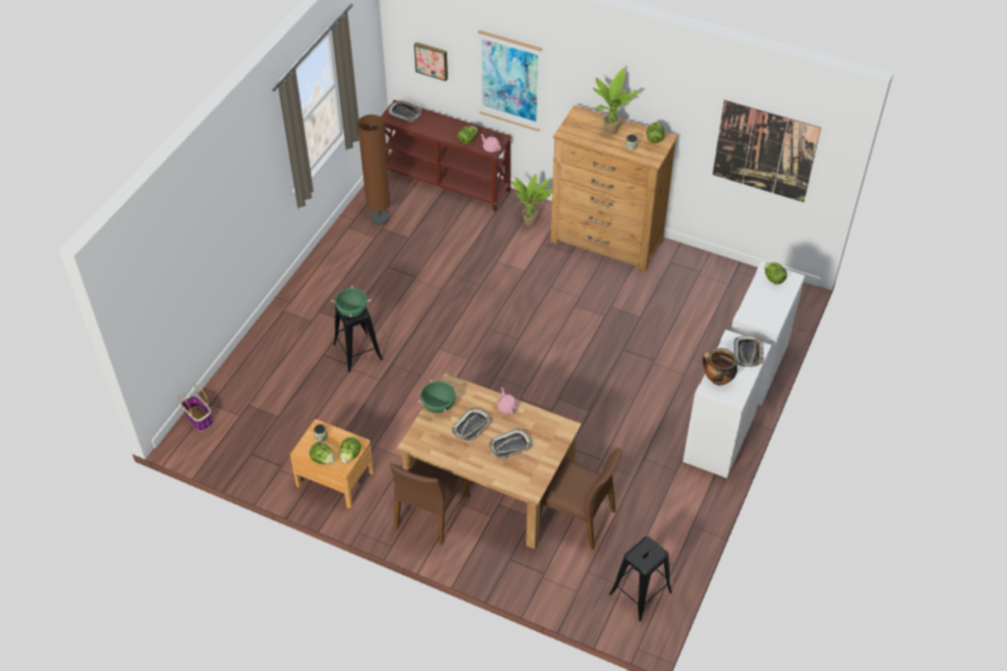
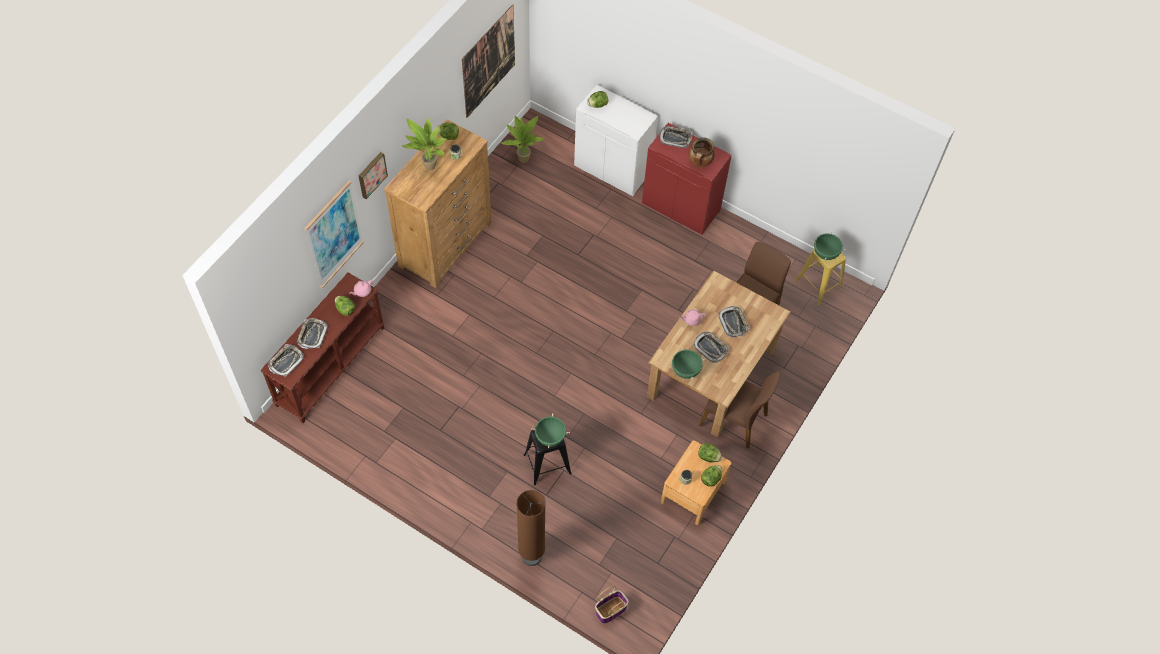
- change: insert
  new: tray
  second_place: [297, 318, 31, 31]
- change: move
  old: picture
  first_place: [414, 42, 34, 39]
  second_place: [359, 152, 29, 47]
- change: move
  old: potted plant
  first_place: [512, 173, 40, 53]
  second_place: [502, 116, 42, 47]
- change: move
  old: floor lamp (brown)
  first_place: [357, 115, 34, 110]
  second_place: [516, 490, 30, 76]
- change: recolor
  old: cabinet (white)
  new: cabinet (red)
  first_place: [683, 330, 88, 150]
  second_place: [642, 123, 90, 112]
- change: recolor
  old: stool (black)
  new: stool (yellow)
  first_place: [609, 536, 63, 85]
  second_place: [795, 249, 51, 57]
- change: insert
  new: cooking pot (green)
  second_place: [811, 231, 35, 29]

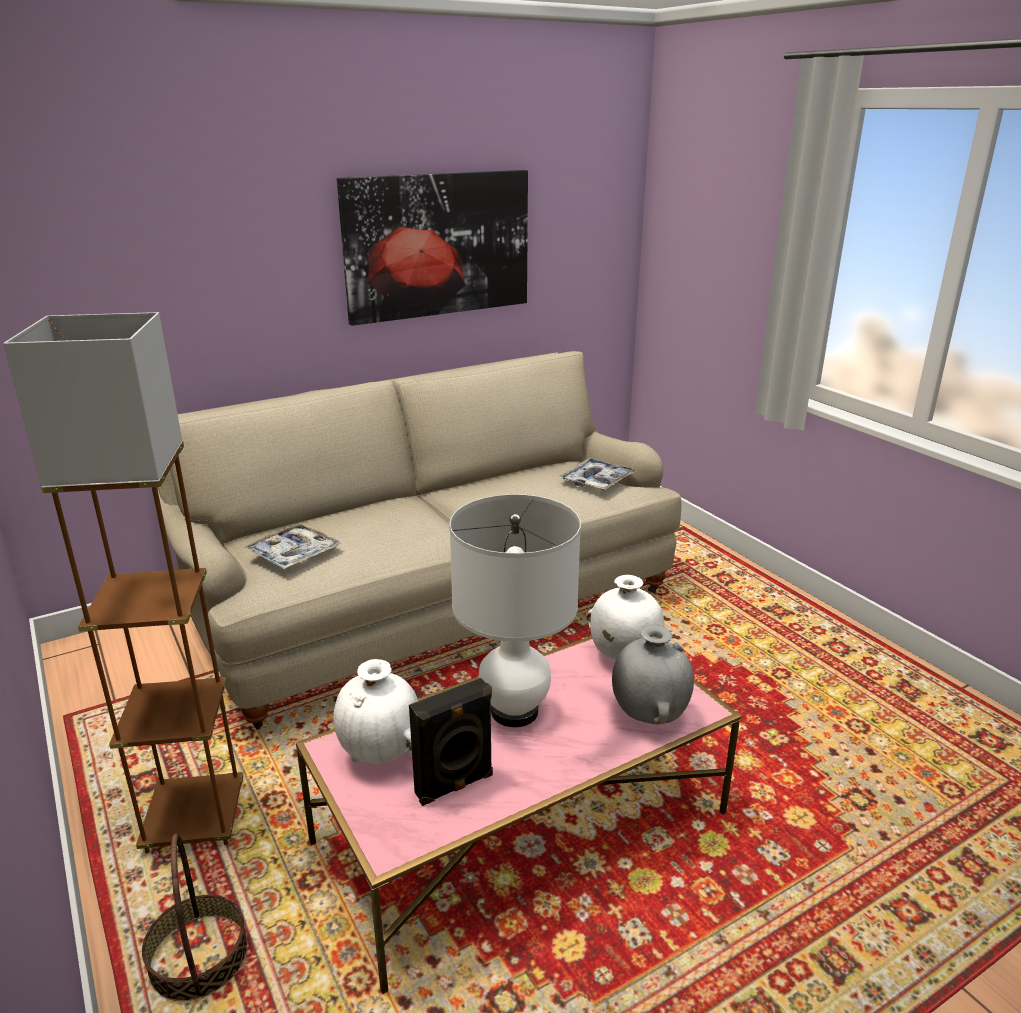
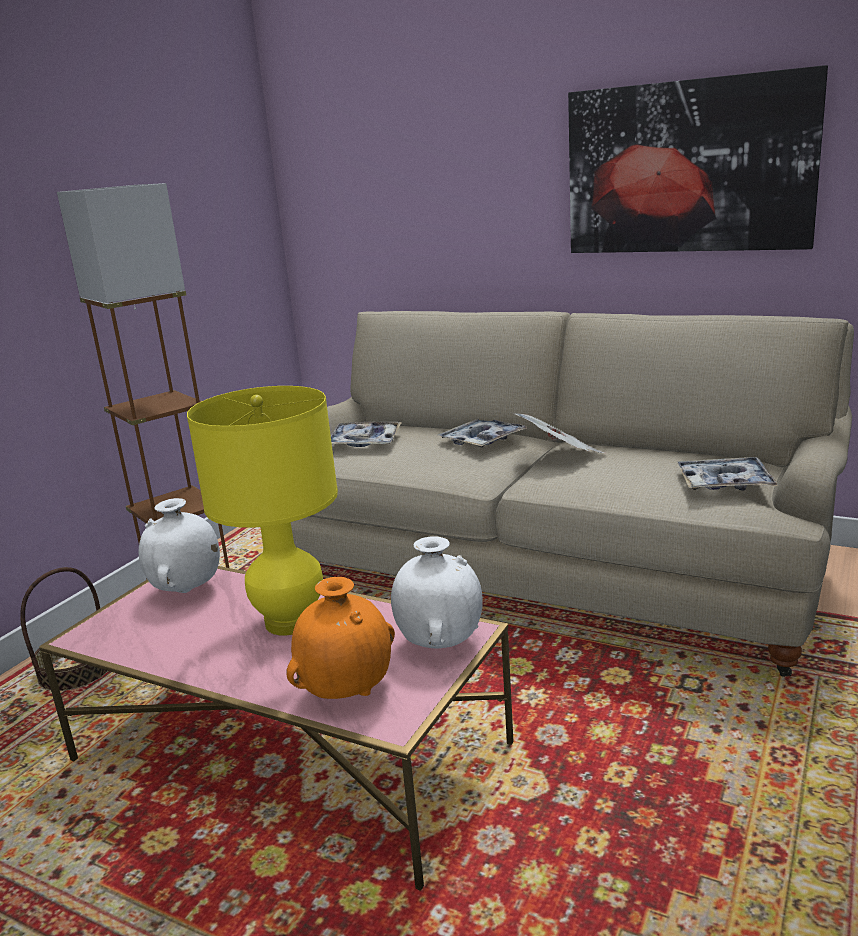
- change: recolor
  old: table lamp (white)
  new: table lamp (yellow)
  first_place: [449, 494, 132, 233]
  second_place: [187, 386, 151, 249]
- change: recolor
  old: vase (grey)
  new: vase (orange)
  first_place: [612, 626, 82, 98]
  second_place: [286, 577, 109, 122]
- change: insert
  new: tray
  second_place: [438, 419, 90, 28]
- change: insert
  new: newspaper
  second_place: [512, 413, 93, 40]
- change: delete
  old: speaker (black)
  first_place: [409, 678, 84, 128]

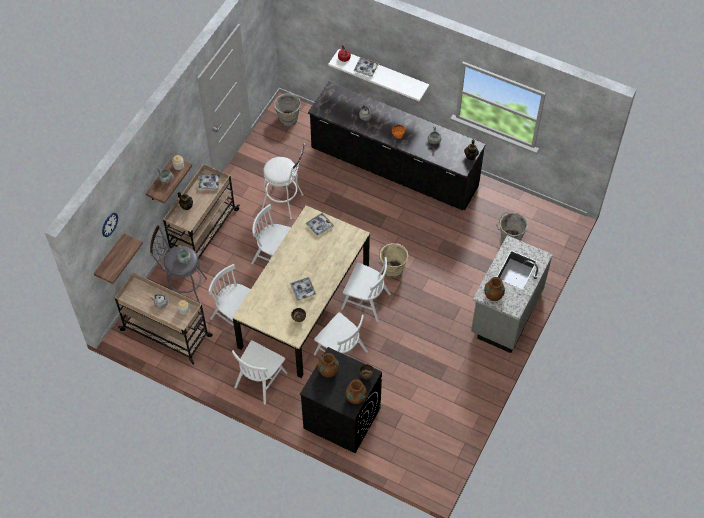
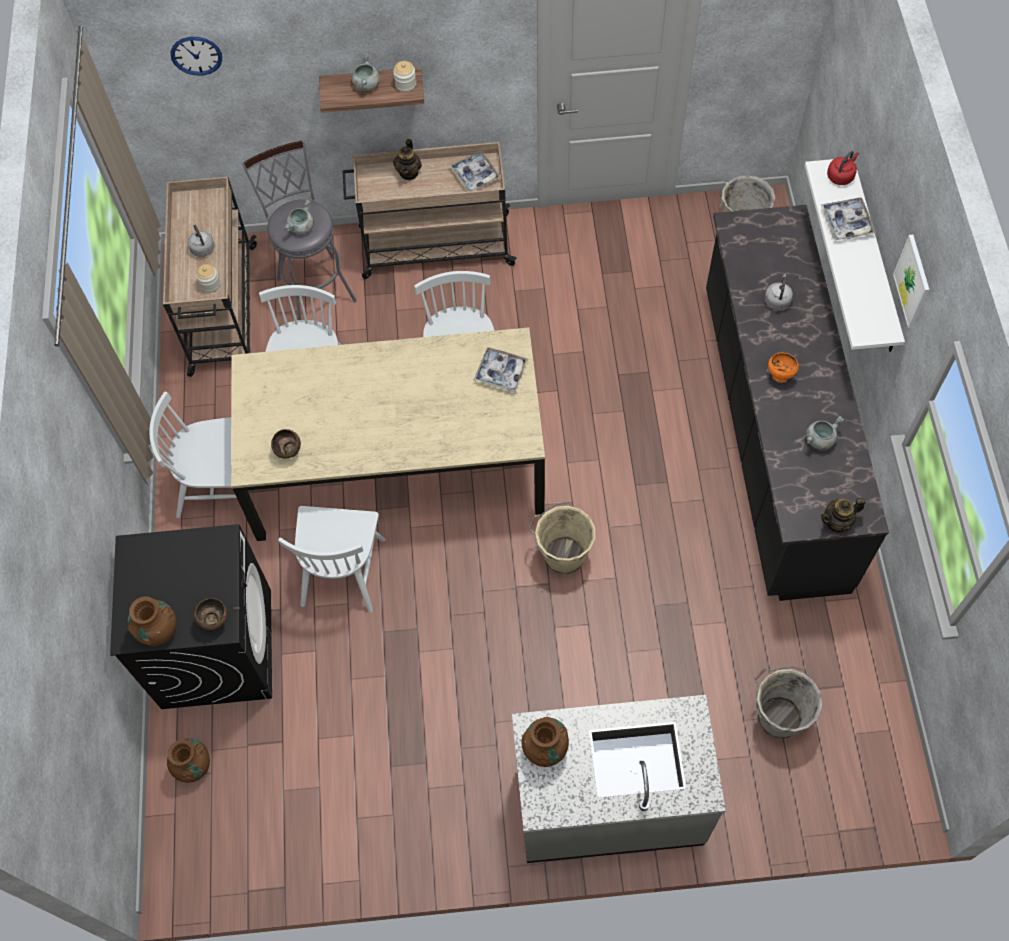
- change: move
  old: vase (brown)
  first_place: [318, 353, 21, 24]
  second_place: [167, 738, 43, 45]
- change: insert
  new: picture
  second_place: [893, 235, 36, 93]
- change: delete
  old: shelf
  first_place: [94, 233, 49, 51]
- change: delete
  old: stool (white)
  first_place: [261, 143, 44, 76]
- change: delete
  old: tray
  first_place: [290, 277, 27, 24]
- change: delete
  old: chair (white)
  first_place: [341, 257, 50, 65]

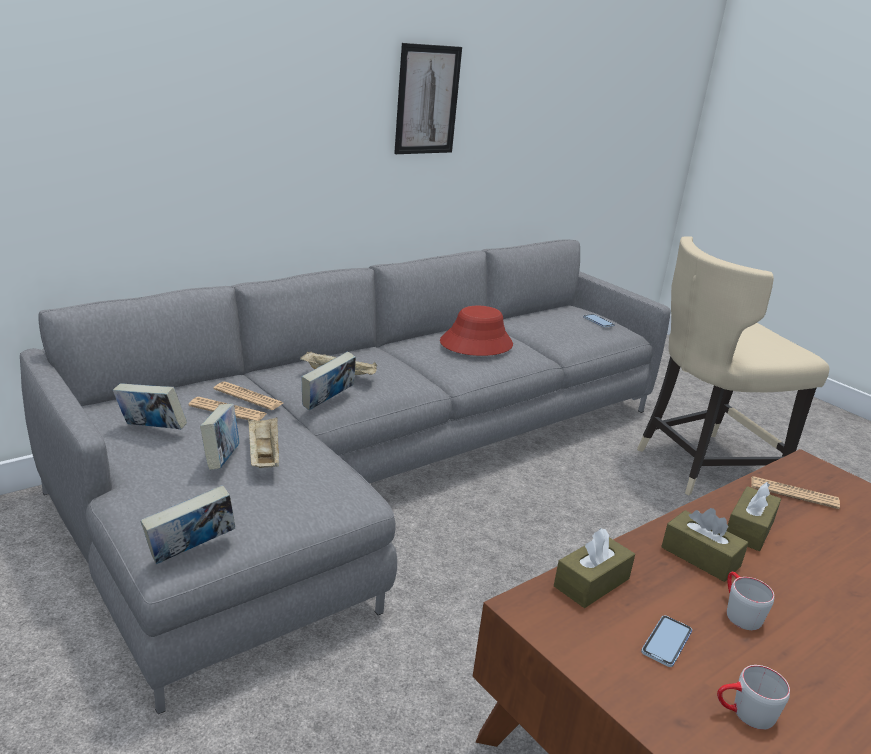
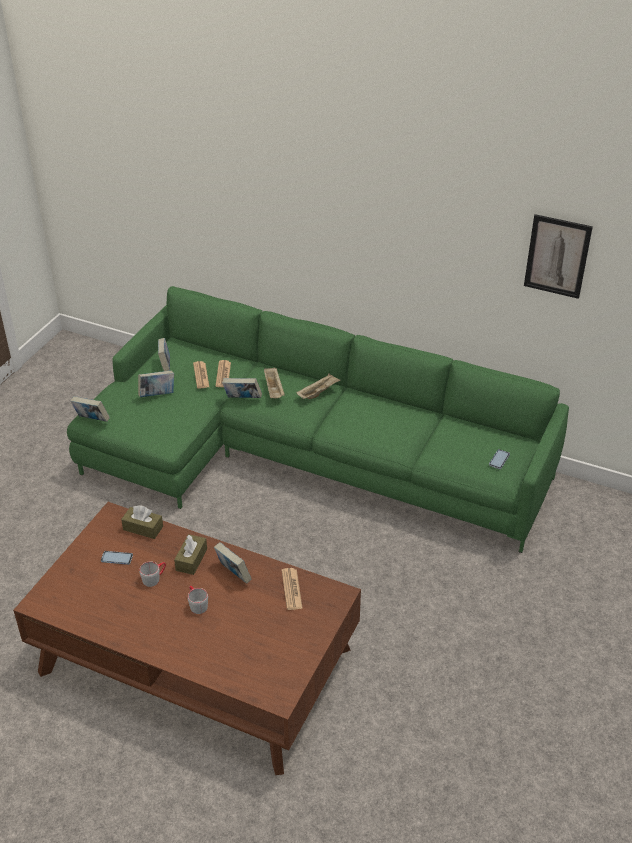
- change: recolor
  old: sofa (grey)
  new: sofa (green)
  first_place: [20, 239, 651, 475]
  second_place: [67, 286, 502, 267]
- change: move
  old: mug (grey)
  first_place: [717, 665, 73, 65]
  second_place: [188, 586, 20, 28]
- change: replace
  old: tissue box (brown)
  new: book
  first_place: [727, 482, 54, 69]
  second_place: [214, 542, 37, 42]
- change: move
  old: tray (beige)
  first_place: [248, 417, 31, 51]
  second_place: [296, 373, 45, 26]
- change: move
  old: picture
  first_place: [394, 43, 68, 111]
  second_place: [524, 214, 69, 85]
- change: delete
  old: hat (red)
  first_place: [440, 306, 73, 50]
- change: delete
  old: chair (beige)
  first_place: [637, 237, 192, 259]

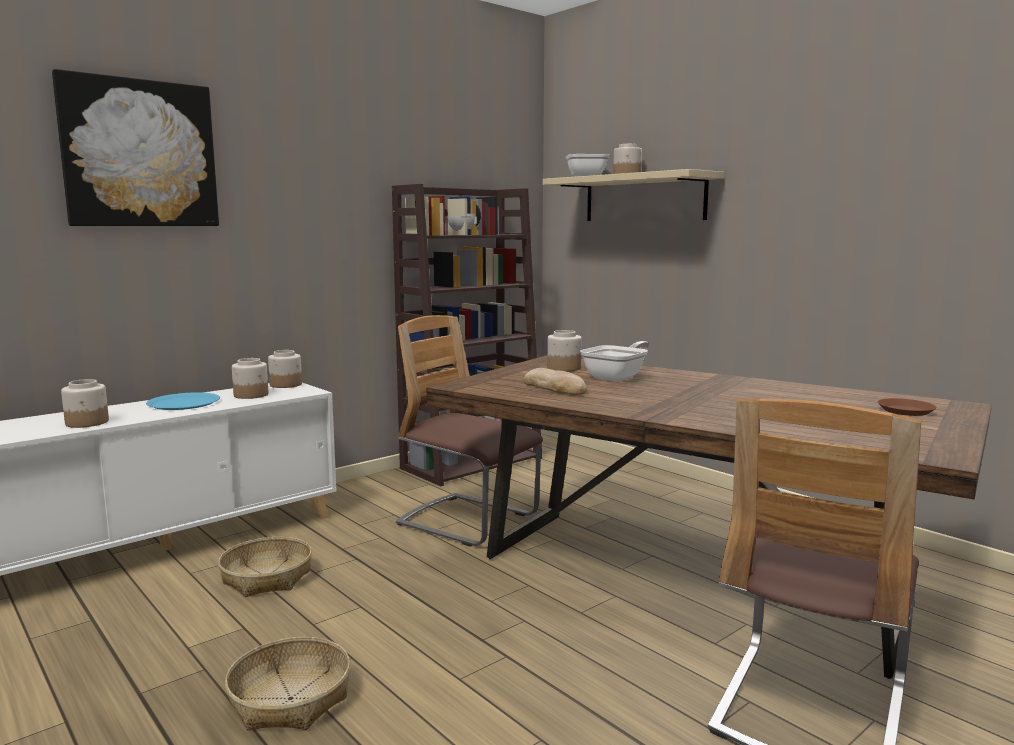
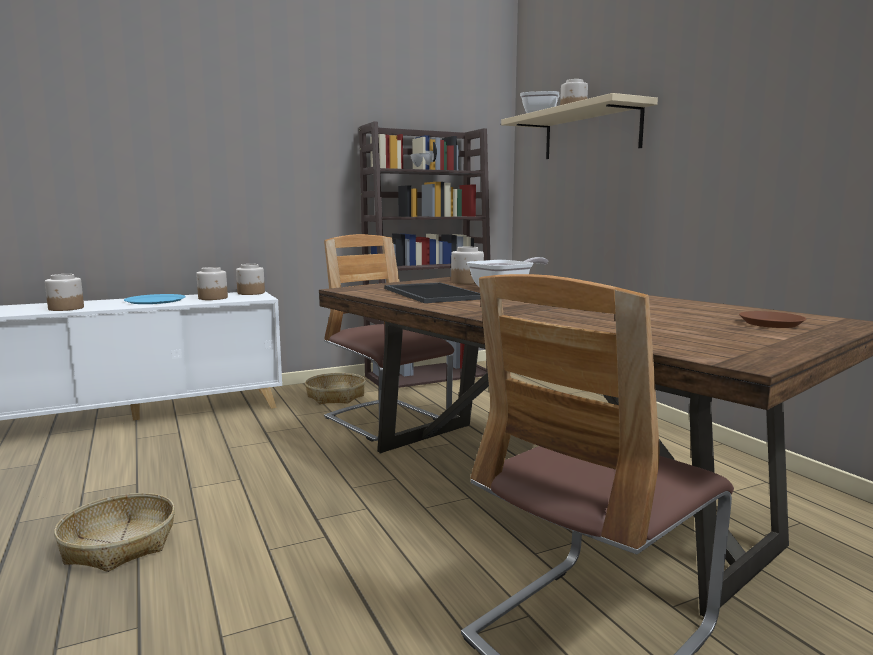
- change: move
  old: basket
  first_place: [218, 537, 94, 60]
  second_place: [305, 373, 61, 31]
- change: replace
  old: bread
  new: tray
  first_place: [523, 368, 64, 27]
  second_place: [385, 282, 96, 21]
- change: delete
  old: picture
  first_place: [52, 69, 167, 157]

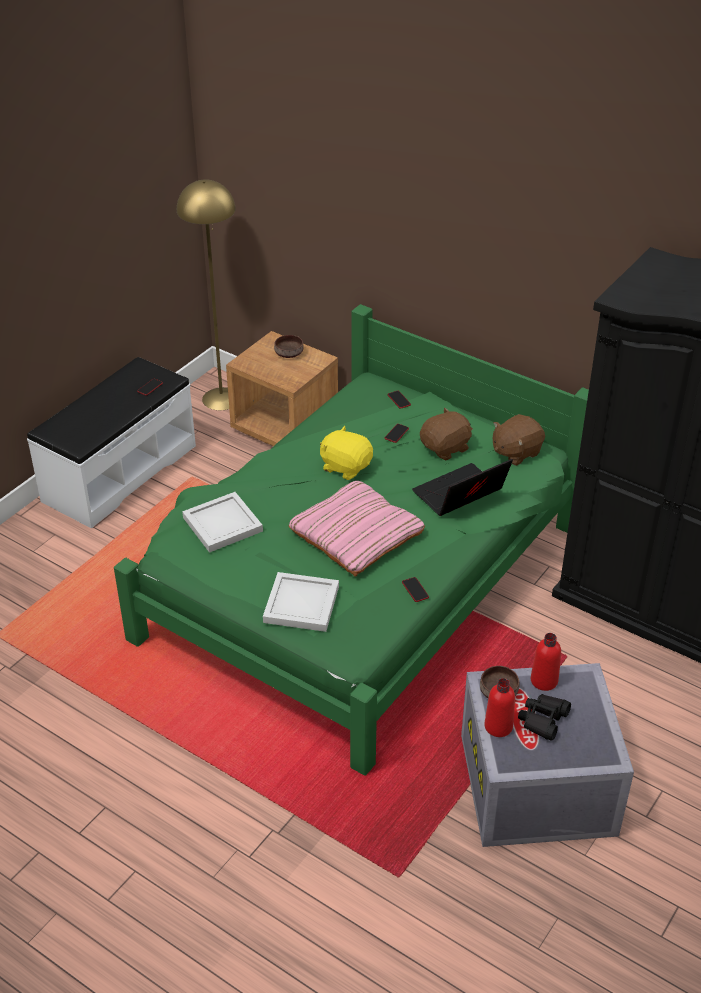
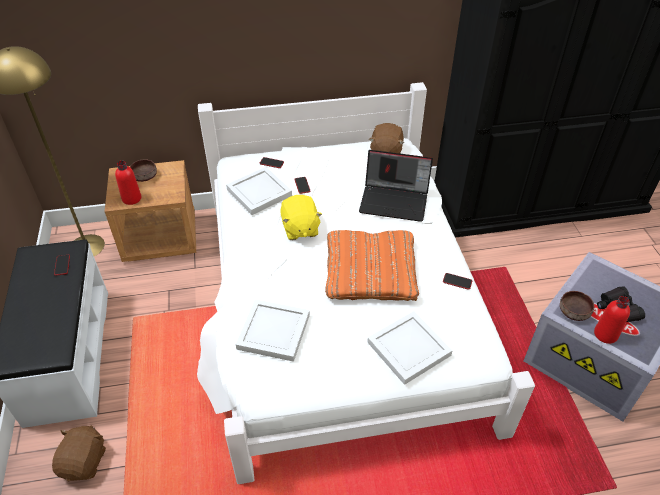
- change: move
  old: plush toy (brown)
  first_place: [420, 408, 53, 52]
  second_place: [52, 426, 54, 56]
- change: move
  old: bottle (red)
  first_place: [531, 633, 30, 58]
  second_place: [115, 161, 26, 44]
- change: recolor
  old: bed (green)
  new: bed (white)
  first_place: [114, 304, 475, 472]
  second_place: [197, 82, 338, 402]
- change: insert
  new: tray (white)
  second_place: [226, 167, 66, 48]
- change: rotate
  old: plush toy (yellow)
  first_place: [320, 426, 53, 54]
  second_place: [280, 195, 42, 45]
  degrees: -90
- change: recolor
  old: pillow (pink)
  new: pillow (orange)
  first_place: [289, 481, 136, 96]
  second_place: [325, 230, 94, 71]
- change: rotate
  old: laptop
  first_place: [412, 459, 101, 57]
  second_place: [359, 150, 74, 72]
  degrees: -90

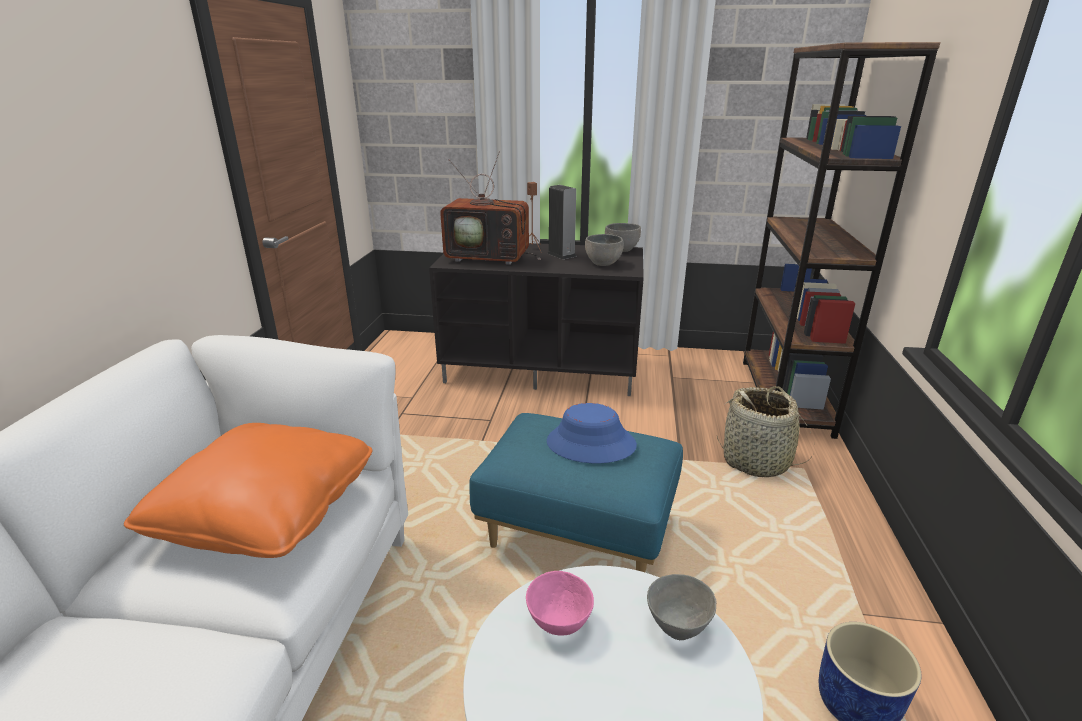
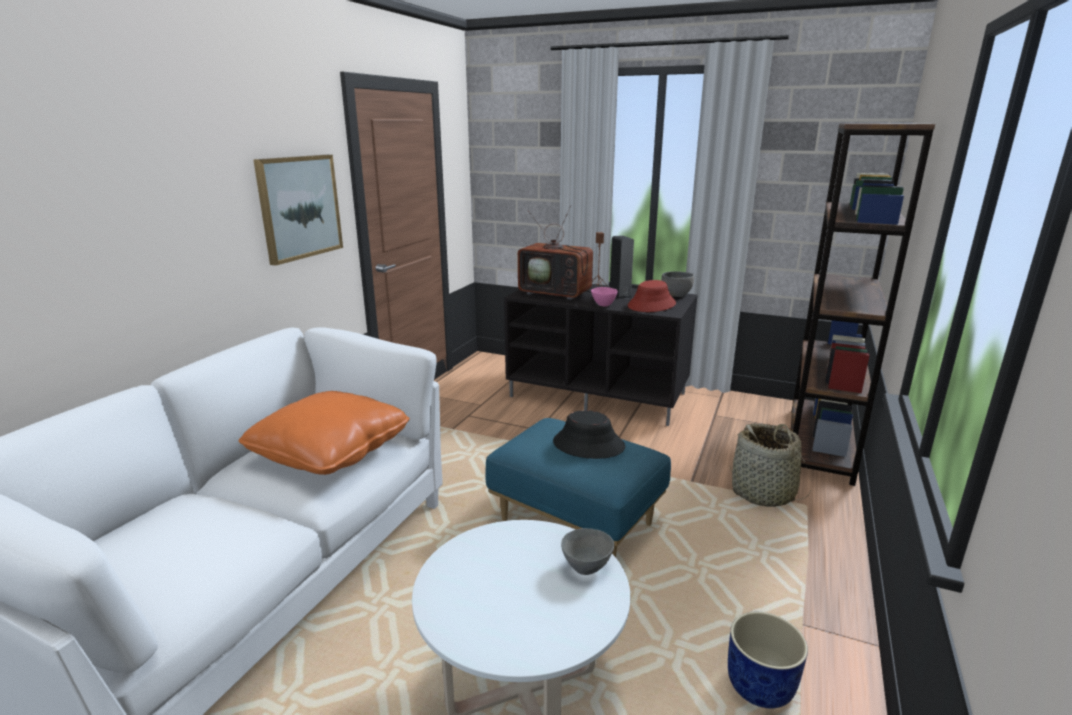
- change: insert
  new: picture
  second_place: [253, 155, 90, 110]
- change: recolor
  old: hat (blue)
  new: hat (black)
  first_place: [547, 403, 90, 60]
  second_place: [553, 410, 72, 49]
- change: move
  old: bowl (pink)
  first_place: [526, 571, 68, 65]
  second_place: [591, 287, 27, 19]
- change: replace
  old: bowl (grey)
  new: hat (red)
  first_place: [585, 234, 39, 32]
  second_place: [628, 280, 48, 32]

